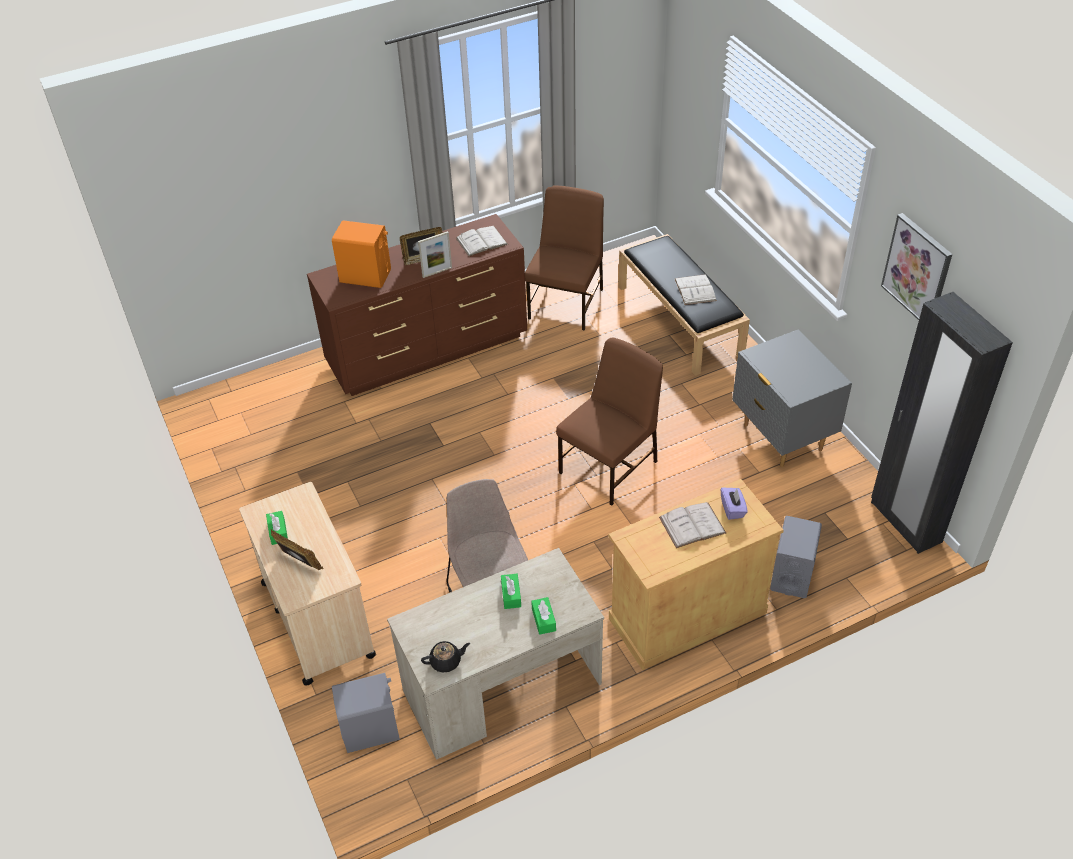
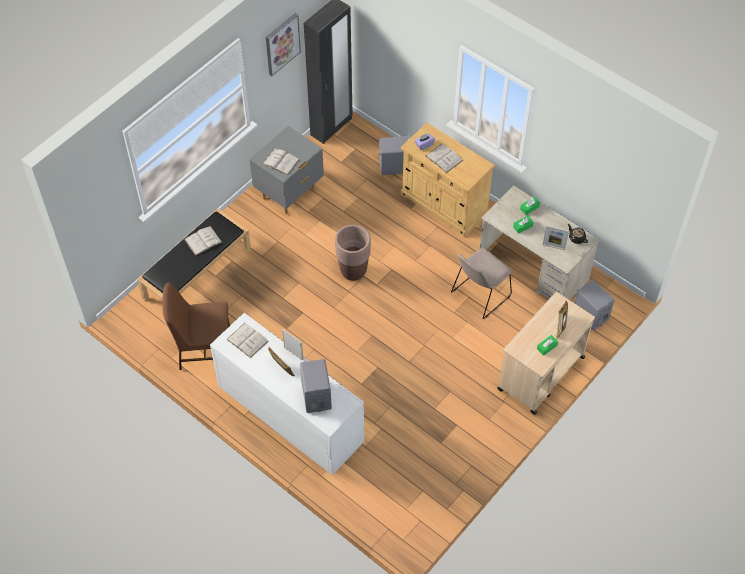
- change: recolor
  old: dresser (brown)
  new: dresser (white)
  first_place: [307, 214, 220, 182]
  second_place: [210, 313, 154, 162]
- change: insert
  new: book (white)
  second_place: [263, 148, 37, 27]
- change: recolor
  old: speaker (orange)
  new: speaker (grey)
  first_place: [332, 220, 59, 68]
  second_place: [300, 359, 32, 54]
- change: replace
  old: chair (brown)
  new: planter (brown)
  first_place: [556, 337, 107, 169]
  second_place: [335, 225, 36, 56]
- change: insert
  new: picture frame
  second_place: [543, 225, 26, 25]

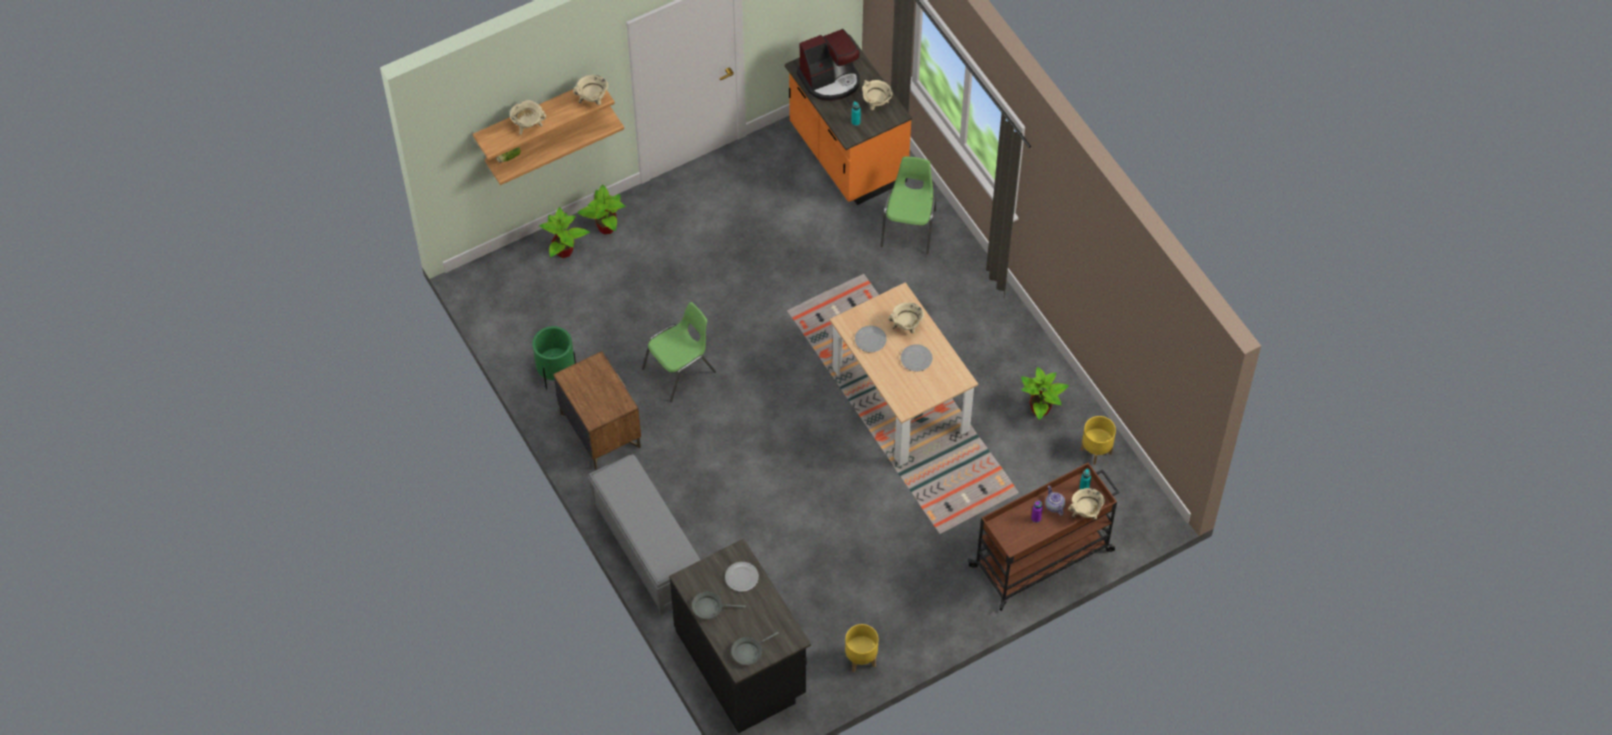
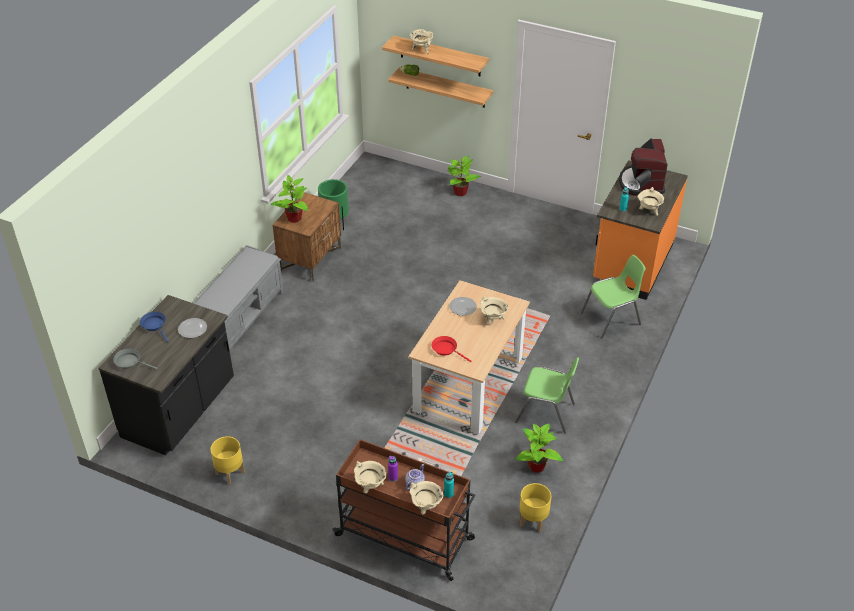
- change: recolor
  old: frying pan (grey)
  new: frying pan (blue)
  first_place: [692, 592, 54, 27]
  second_place: [140, 312, 29, 30]
- change: move
  old: potted plant
  first_place: [539, 207, 51, 51]
  second_place: [270, 175, 38, 48]
- change: move
  old: cooking pot (beige)
  first_place: [573, 75, 35, 30]
  second_place: [354, 461, 33, 32]
- change: insert
  new: frying pan (red)
  second_place: [432, 336, 39, 26]
- change: move
  old: chair (green)
  first_place: [642, 302, 74, 100]
  second_place: [515, 357, 64, 77]
- change: rotate
  old: coffee machine
  first_place: [797, 29, 63, 72]
  second_place: [619, 138, 49, 58]
  degrees: 60
- change: delete
  old: plate
  first_place: [901, 344, 31, 27]

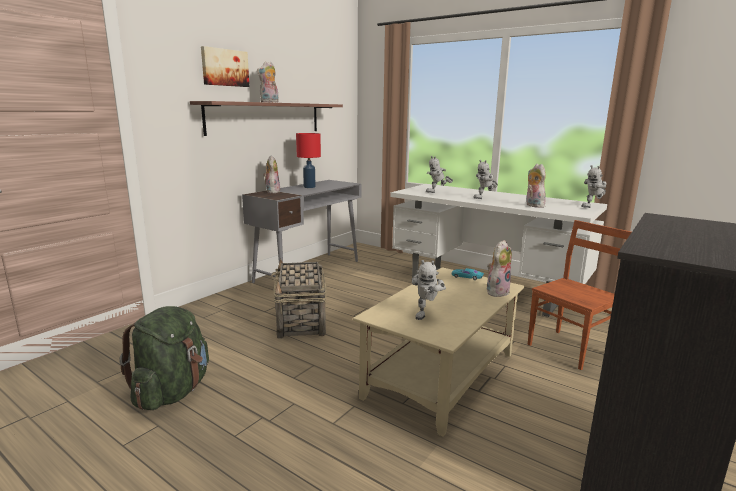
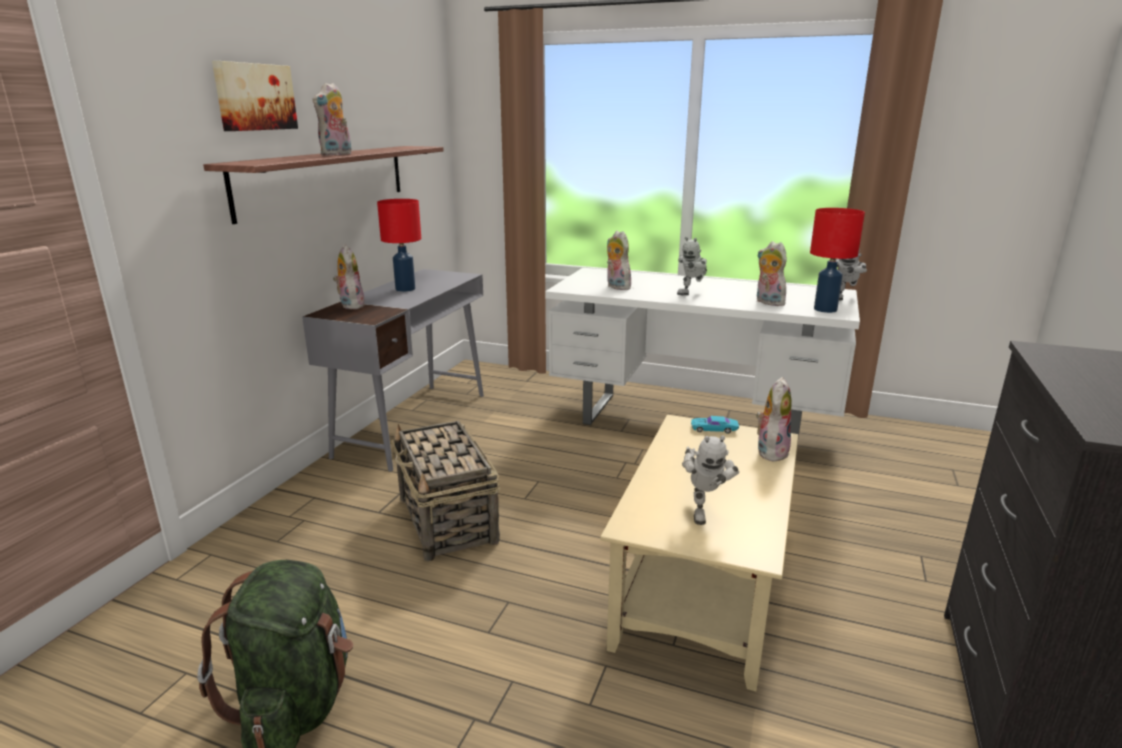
- change: replace
  old: toy robot
  new: plush toy
  first_place: [426, 156, 27, 37]
  second_place: [607, 230, 24, 60]
- change: insert
  new: table lamp (red)
  second_place: [810, 208, 55, 105]
- change: delete
  old: chair (brown)
  first_place: [528, 220, 104, 150]

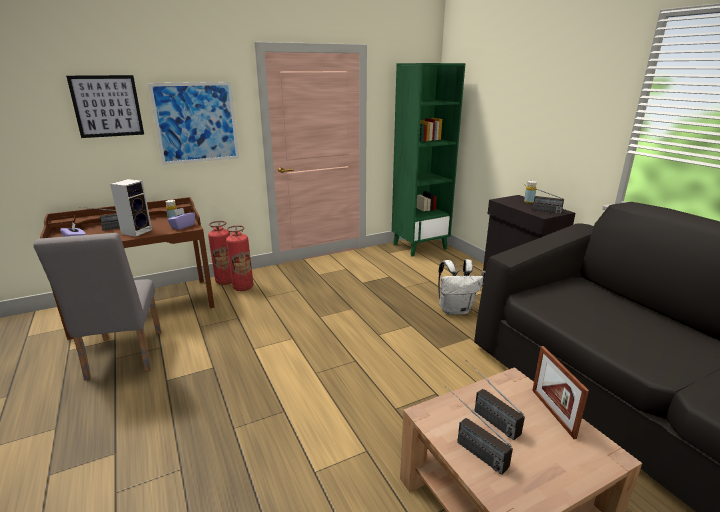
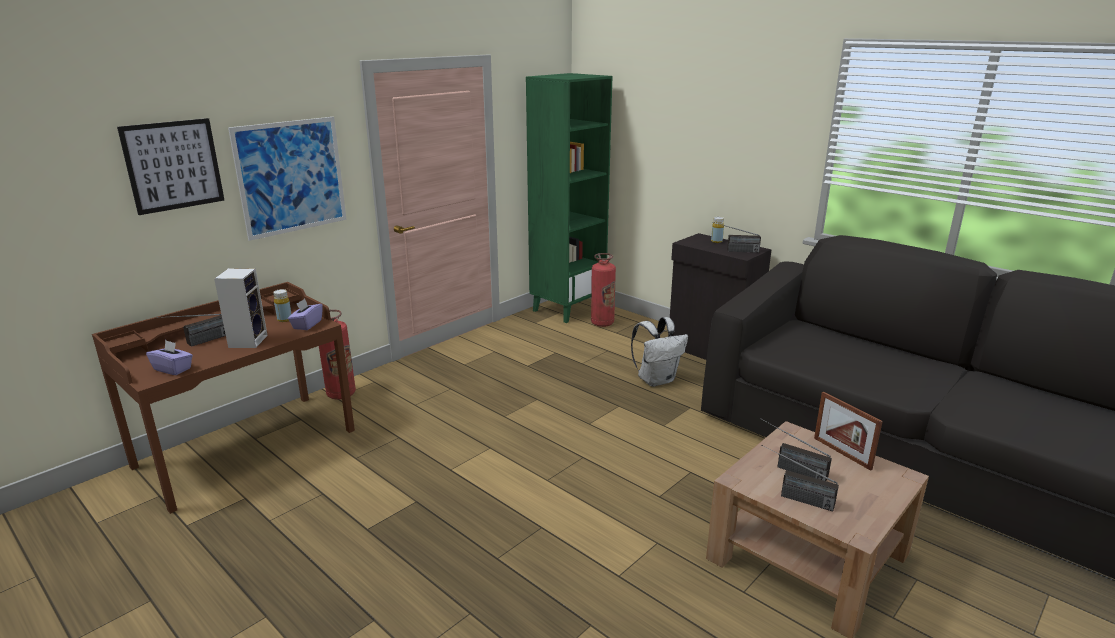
- change: move
  old: fire extinguisher
  first_place: [226, 225, 28, 66]
  second_place: [591, 253, 25, 74]
- change: delete
  old: chair (grey)
  first_place: [33, 233, 129, 147]

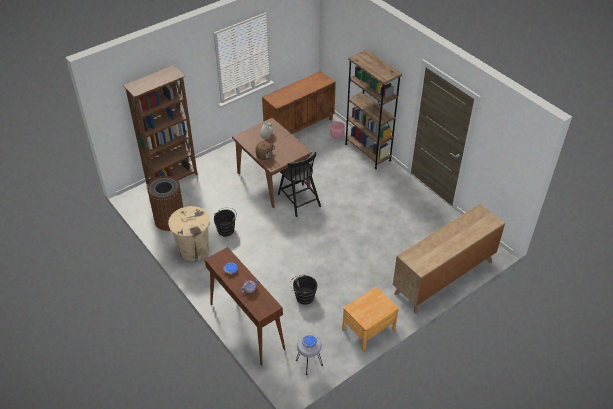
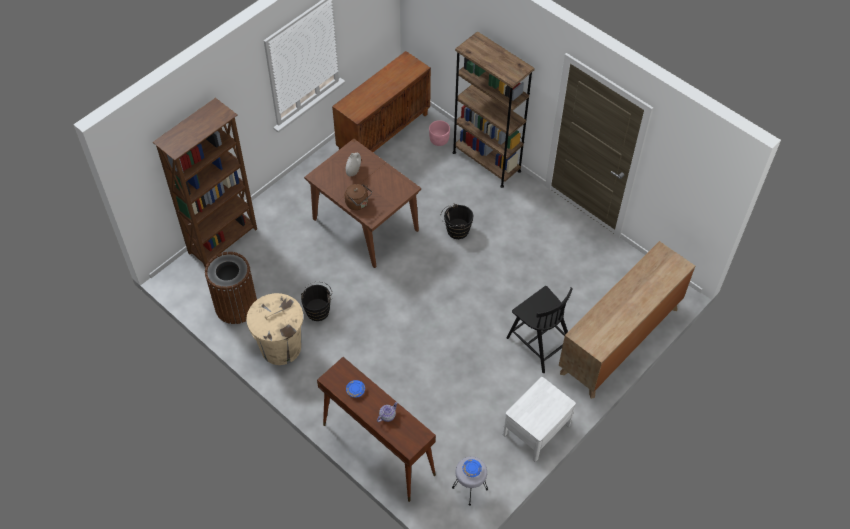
- change: move
  old: bucket (black)
  first_place: [290, 274, 27, 31]
  second_place: [441, 204, 33, 35]
- change: recolor
  old: nightstand (brown)
  new: nightstand (white)
  first_place: [342, 287, 57, 64]
  second_place: [503, 377, 73, 85]
- change: move
  old: chair (black)
  first_place: [278, 152, 43, 65]
  second_place: [506, 286, 67, 87]

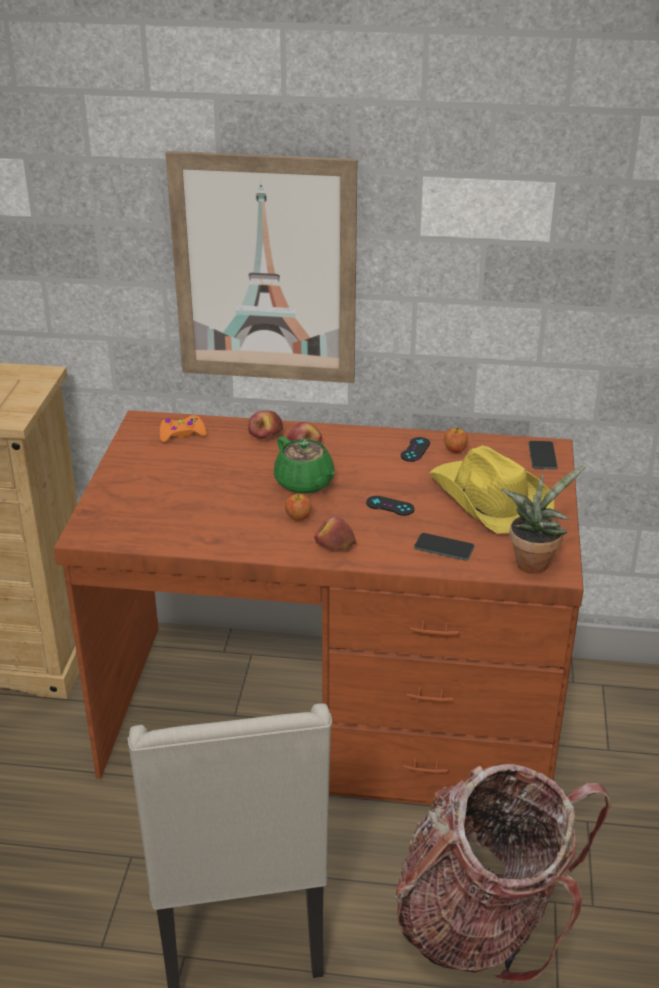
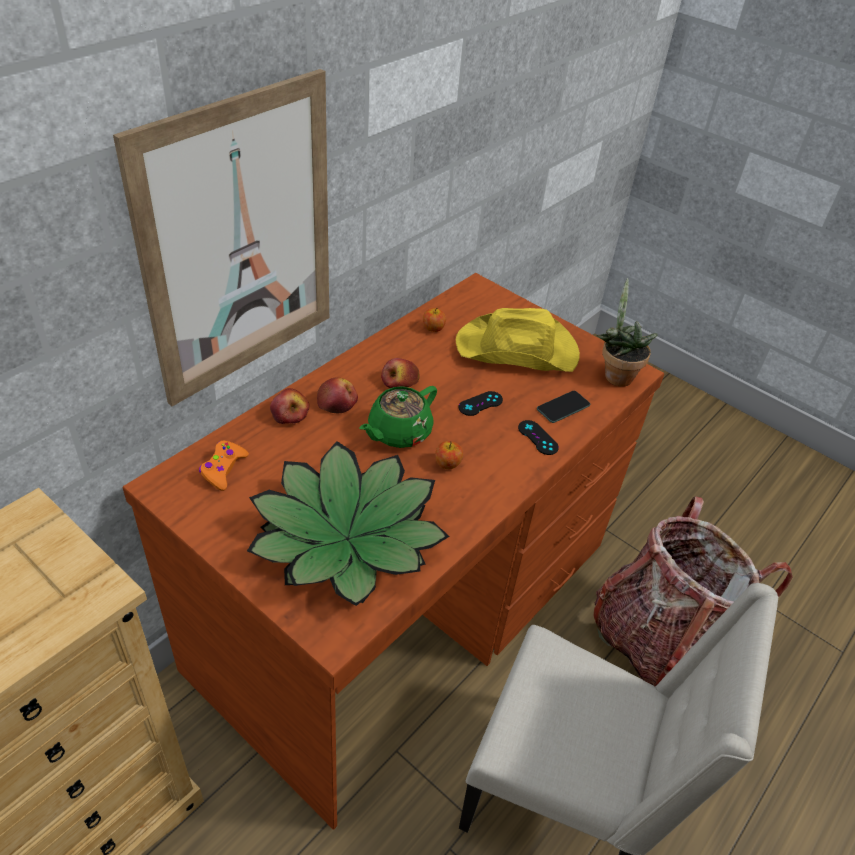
- change: insert
  new: potted plant
  second_place: [247, 441, 203, 165]
- change: rotate
  old: teapot (green)
  first_place: [274, 437, 61, 57]
  second_place: [359, 386, 78, 62]
  degrees: 135
- change: move
  old: apple
  first_place: [314, 516, 42, 34]
  second_place: [381, 358, 39, 30]
- change: move
  old: game controller (black)
  first_place: [401, 437, 29, 25]
  second_place: [518, 420, 41, 35]
- change: delete
  old: phone
  first_place: [529, 441, 29, 28]

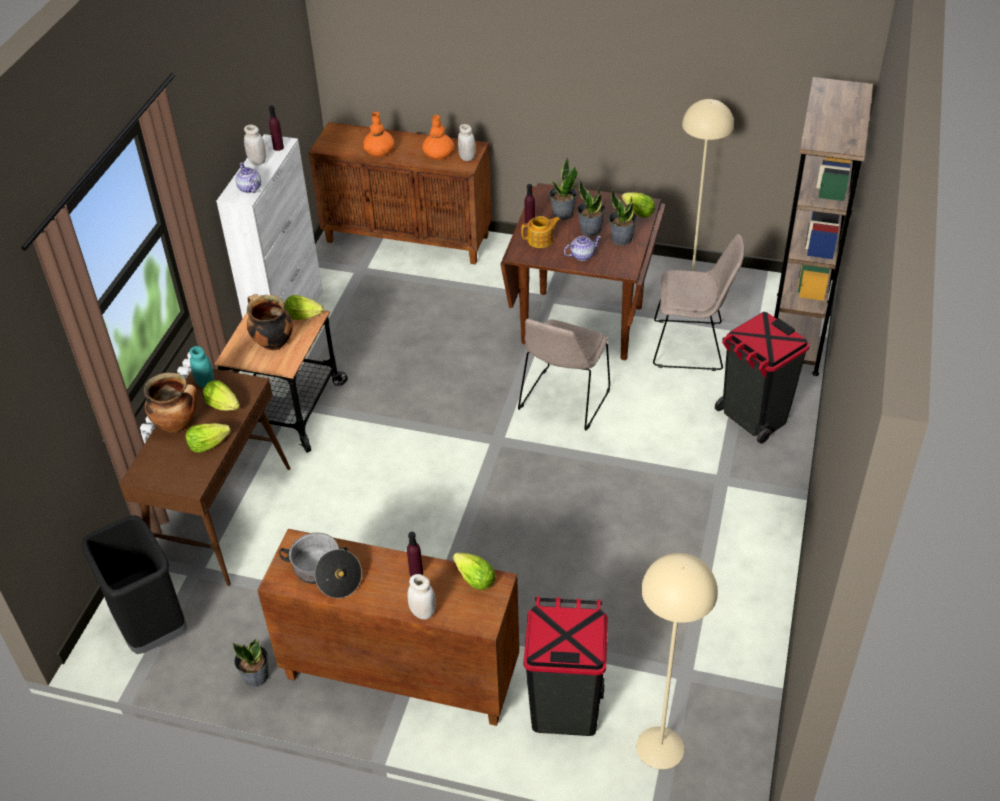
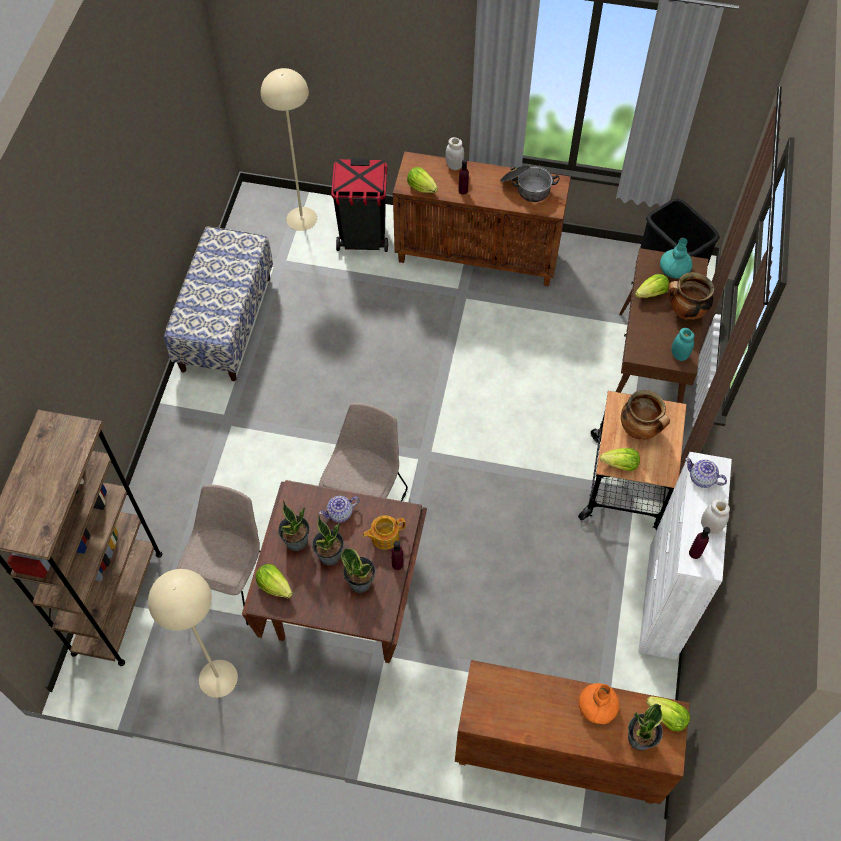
- change: insert
  new: bench
  second_place: [164, 227, 109, 154]
- change: rotate
  old: chair (beige)
  first_place: [653, 234, 92, 137]
  second_place: [177, 484, 83, 141]
  degrees: 105
- change: move
  old: potted plant
  first_place: [232, 638, 37, 49]
  second_place: [628, 704, 35, 47]
- change: move
  old: lettuce
  first_place: [203, 380, 37, 31]
  second_place: [646, 696, 44, 35]
- change: insert
  new: vase (turquoise)
  second_place: [660, 238, 32, 40]
- change: rotate
  old: teapot
  first_place: [235, 163, 26, 30]
  second_place: [685, 458, 42, 30]
  degrees: 150
- change: delete
  old: vase (orange)
  first_place: [422, 115, 32, 45]
- change: delete
  old: jar (white)
  first_place: [458, 124, 17, 37]
- change: delete
  old: trash can (black)
  first_place: [715, 312, 95, 132]

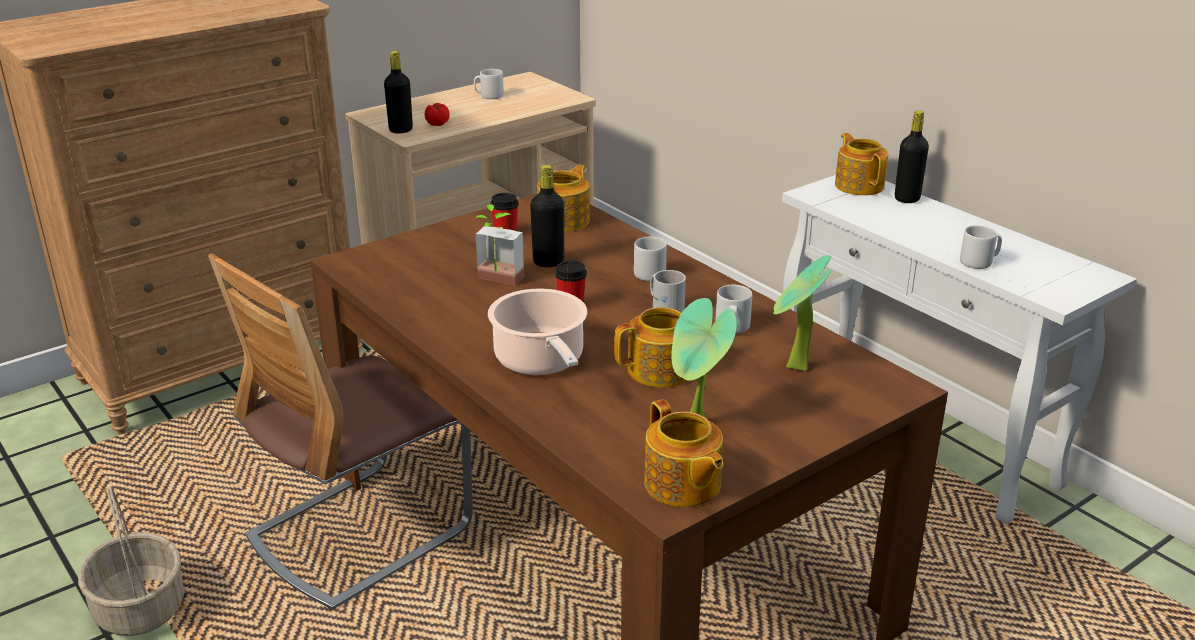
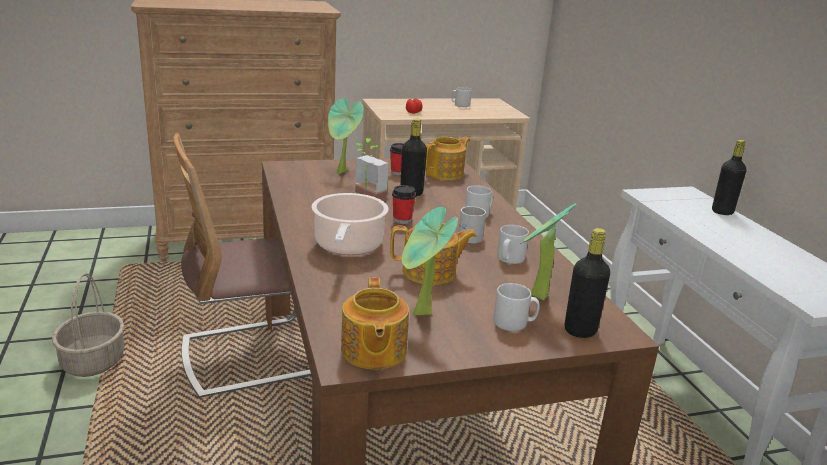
- change: insert
  new: potted plant
  second_place: [328, 98, 36, 76]
- change: move
  old: mug (grey)
  first_place: [960, 225, 42, 44]
  second_place: [493, 283, 47, 48]
- change: move
  old: bottle (black)
  first_place: [384, 51, 29, 82]
  second_place: [564, 228, 46, 110]
- change: delete
  old: teapot
  first_place: [835, 133, 53, 62]

